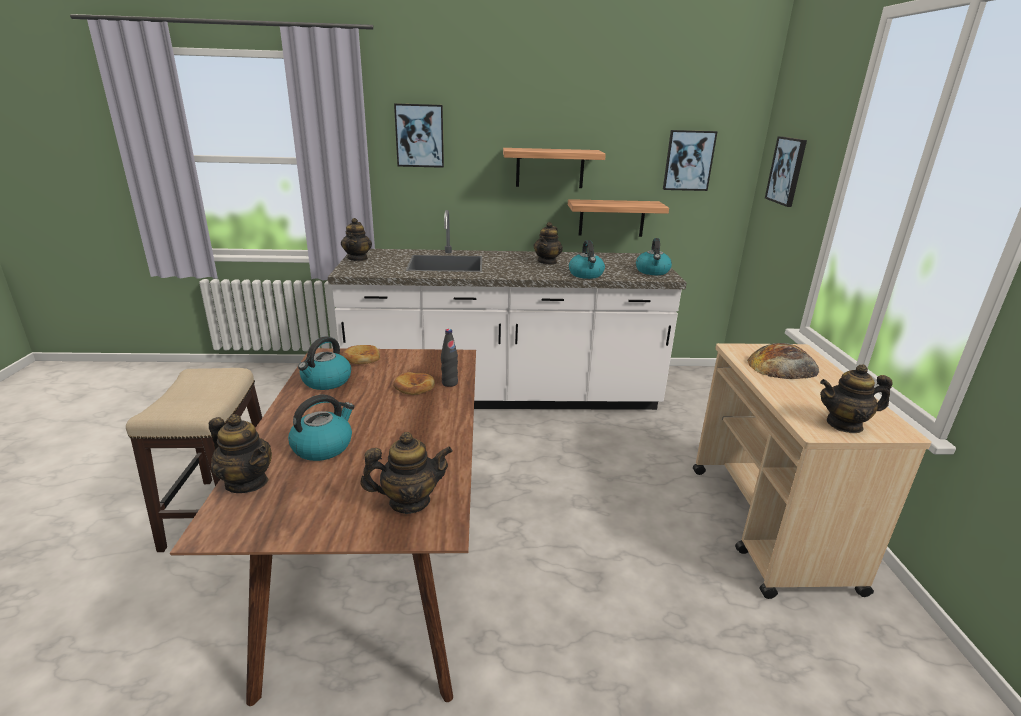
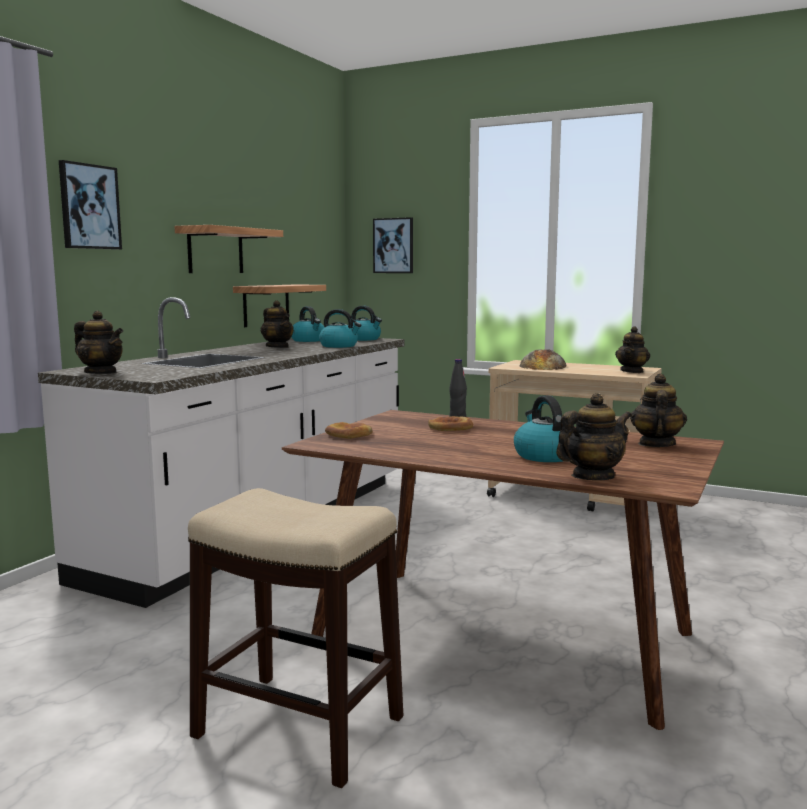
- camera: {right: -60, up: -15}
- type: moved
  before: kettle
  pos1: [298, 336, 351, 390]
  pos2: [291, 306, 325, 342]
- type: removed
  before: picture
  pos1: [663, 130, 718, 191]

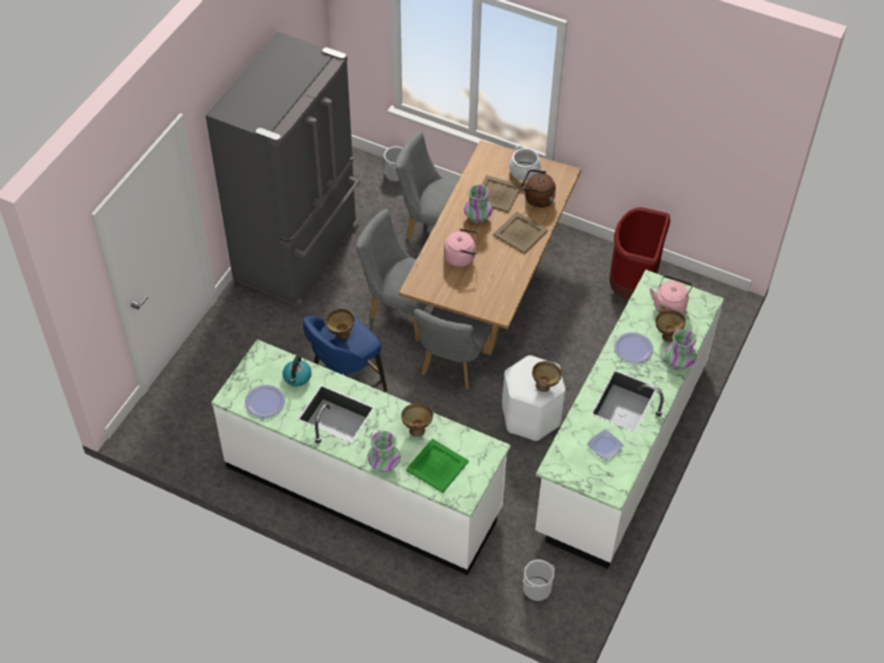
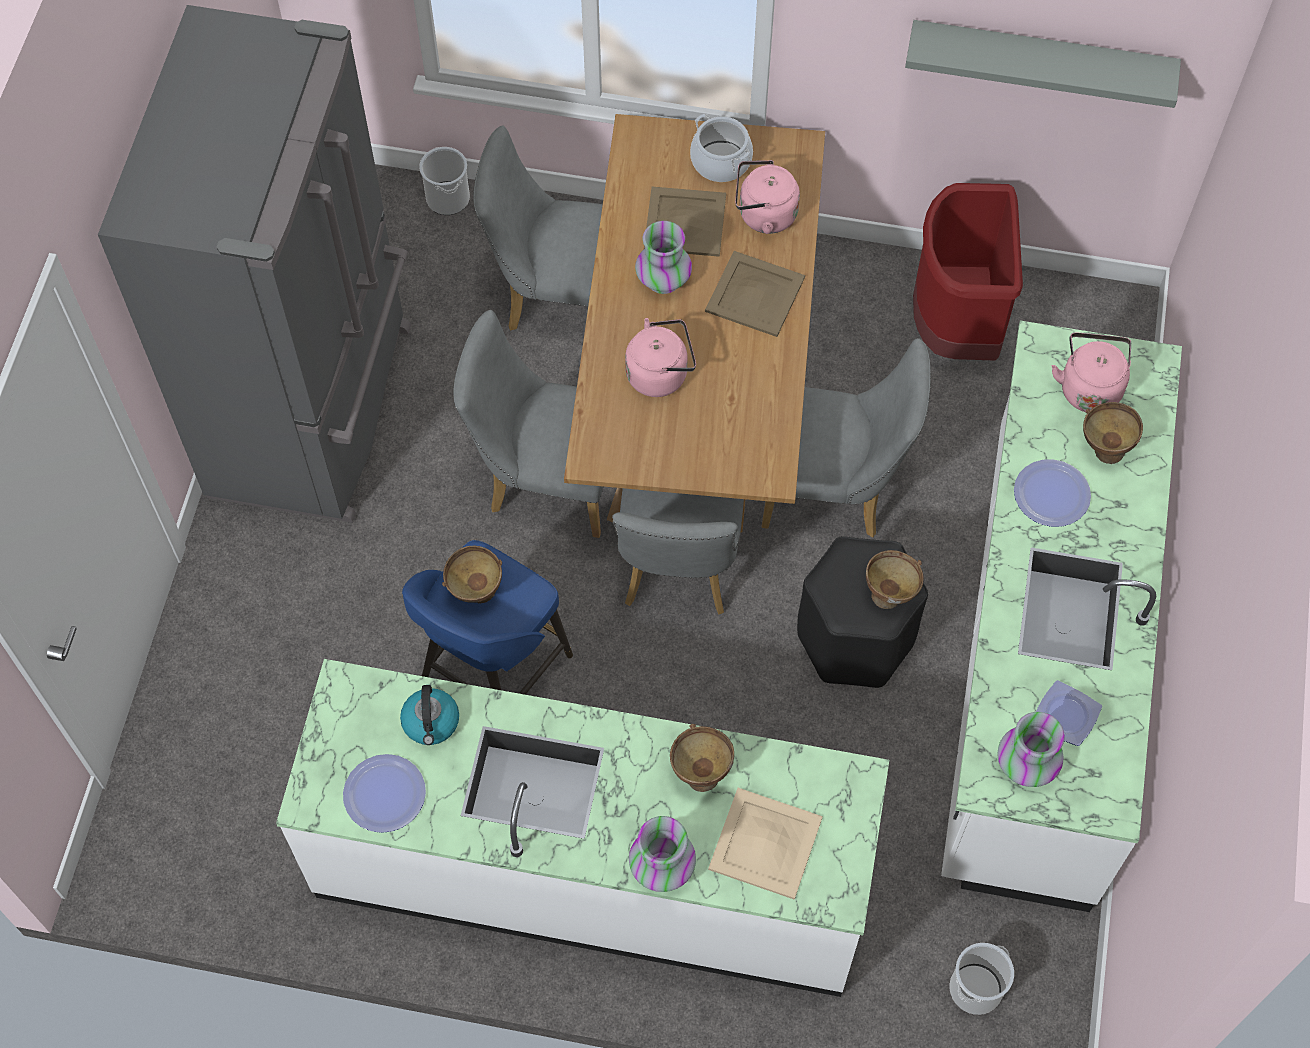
- camera: {right: -15, up: 10}
- type: recoloured
  before: green-coloured serving tray
  after: beige serving tray
  pos1: [406, 439, 469, 493]
  pos2: [708, 788, 823, 900]
- type: recoloured
  before: white-coloured stool seat
  after: black-coloured stool seat
  pos1: [502, 355, 565, 441]
  pos2: [797, 536, 928, 688]
- type: recoloured
  before: brown-coloured kettle
  after: pink kettle
  pos1: [521, 169, 556, 208]
  pos2: [735, 160, 800, 234]
- type: moved
  before: vase
  pos1: [665, 329, 696, 370]
  pos2: [997, 712, 1065, 787]
- type: added
  after: gray chair
  pos2: [761, 338, 931, 538]
- type: added
  after: gray shelf
  pos2: [905, 20, 1181, 108]

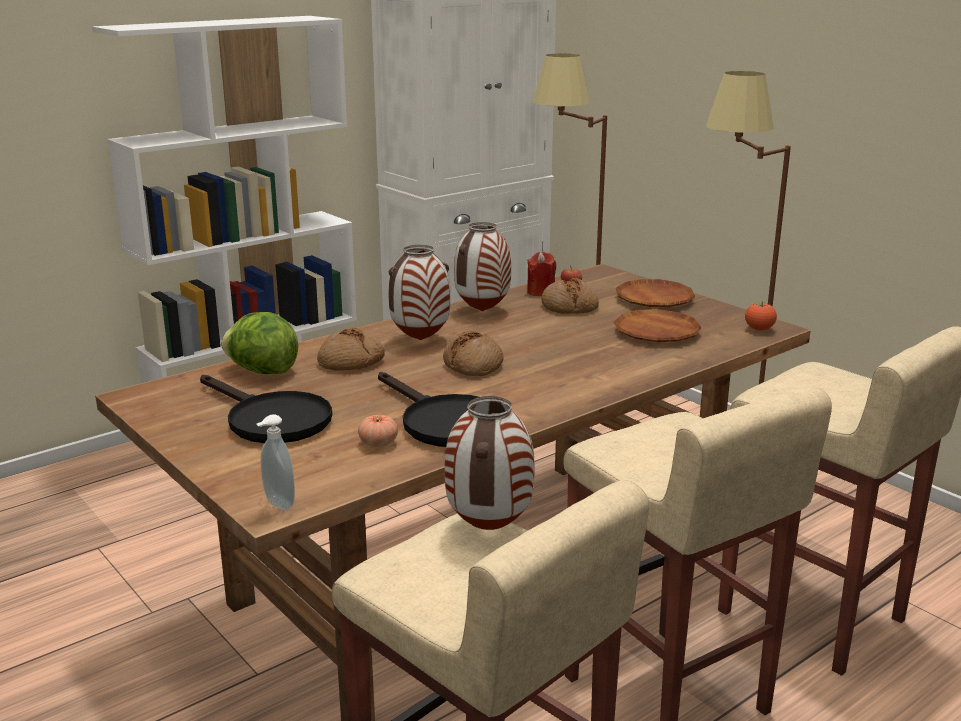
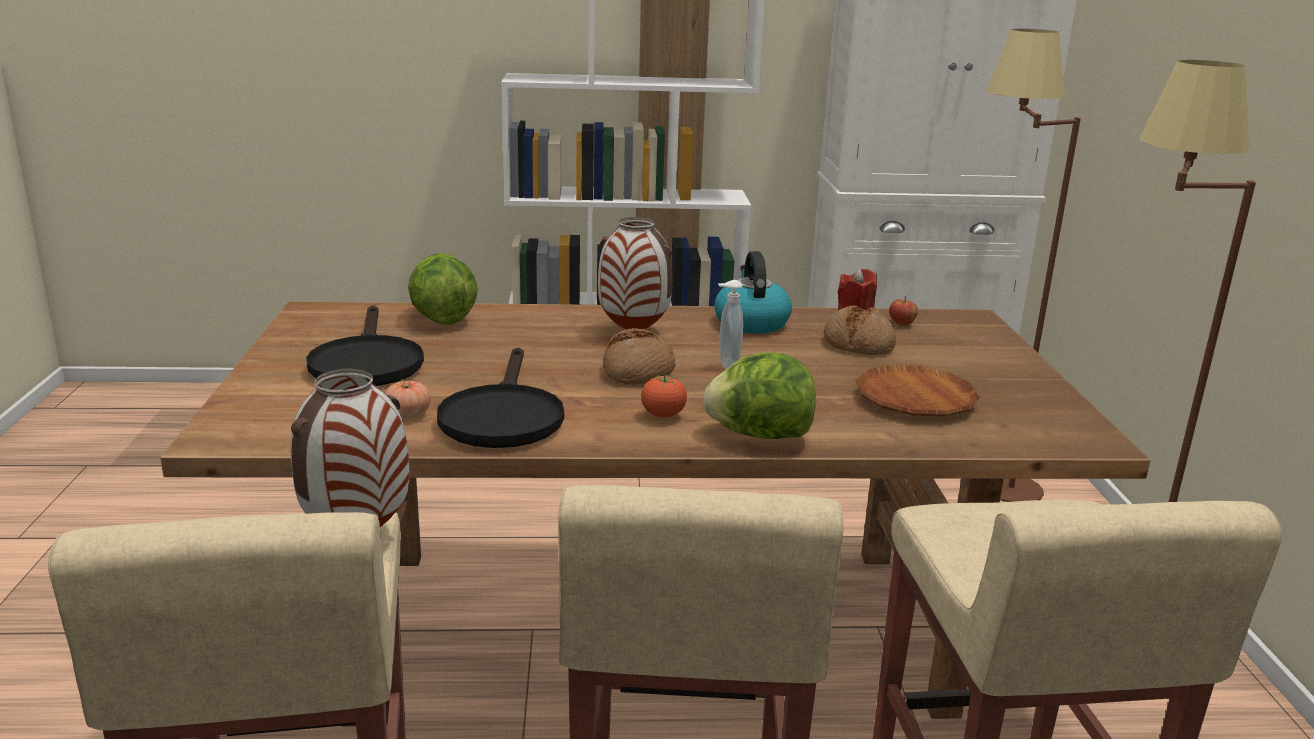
- camera: {right: 35, up: 0}
- type: moved
  before: soap dispenser
  pos1: [256, 414, 295, 510]
  pos2: [718, 280, 743, 369]
- type: removed
  before: bakery bread
  pos1: [317, 328, 385, 371]
- type: replaced
  before: vase
  after: kettle
  pos1: [454, 222, 511, 311]
  pos2: [715, 251, 792, 334]
- type: removed
  before: brown-coloured dinner plate
  pos1: [616, 279, 695, 307]
- type: moved
  before: tomato
  pos1: [745, 301, 777, 330]
  pos2: [641, 374, 687, 418]
- type: added
  after: lettuce
  pos2: [703, 352, 816, 439]

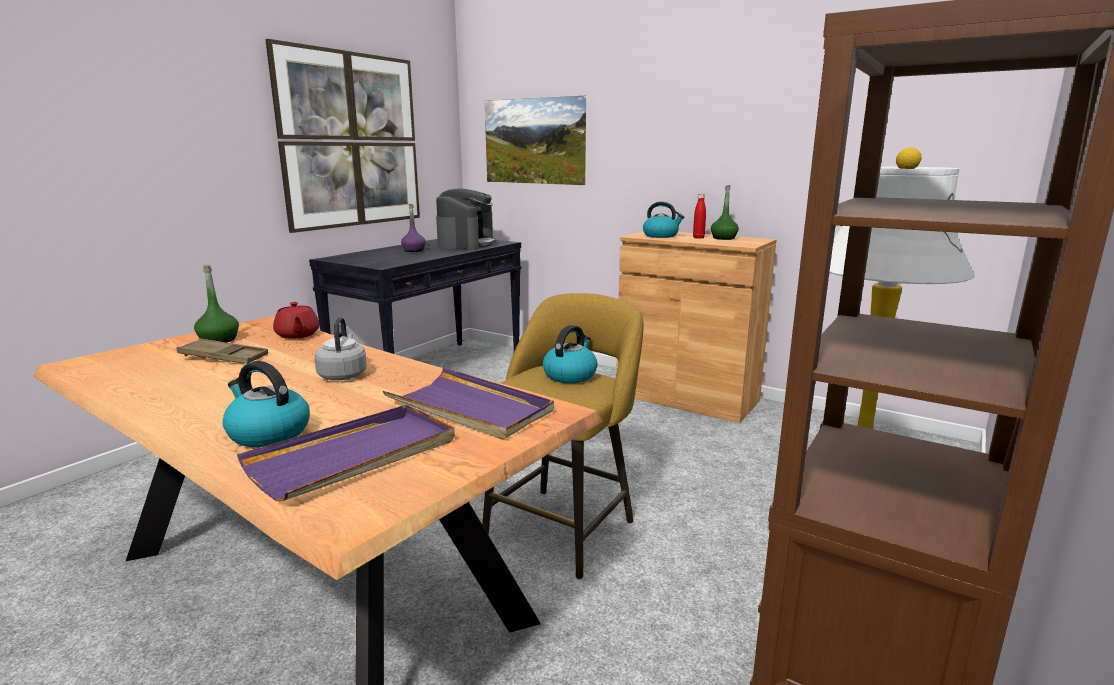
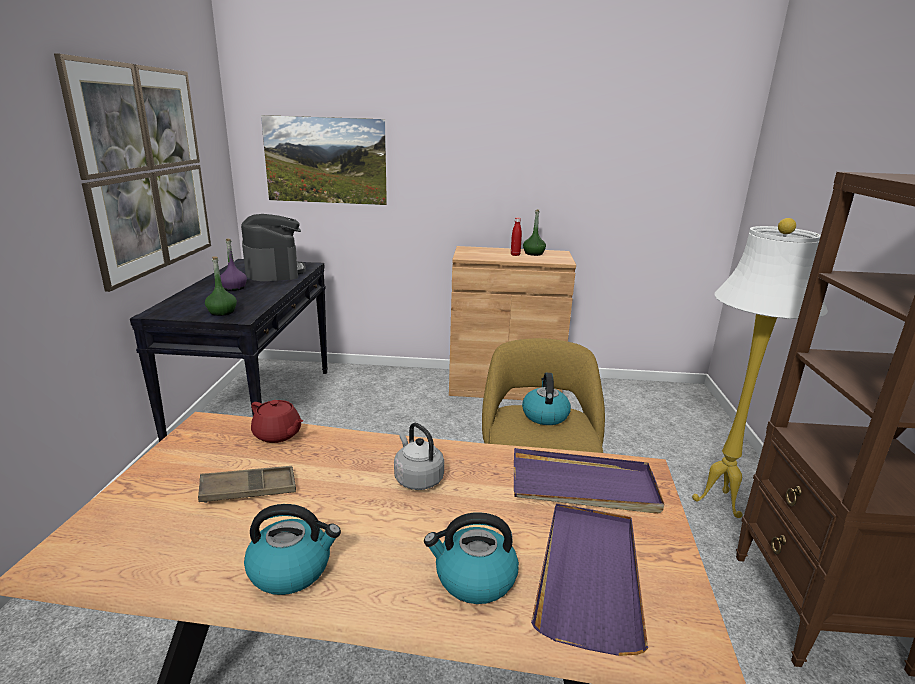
- camera: {right: -30, up: 5}
- type: moved
  before: green-coloured beverage bottle
  pos1: [194, 264, 239, 342]
  pos2: [205, 256, 237, 316]
- type: moved
  before: kettle
  pos1: [643, 201, 684, 238]
  pos2: [244, 504, 341, 595]

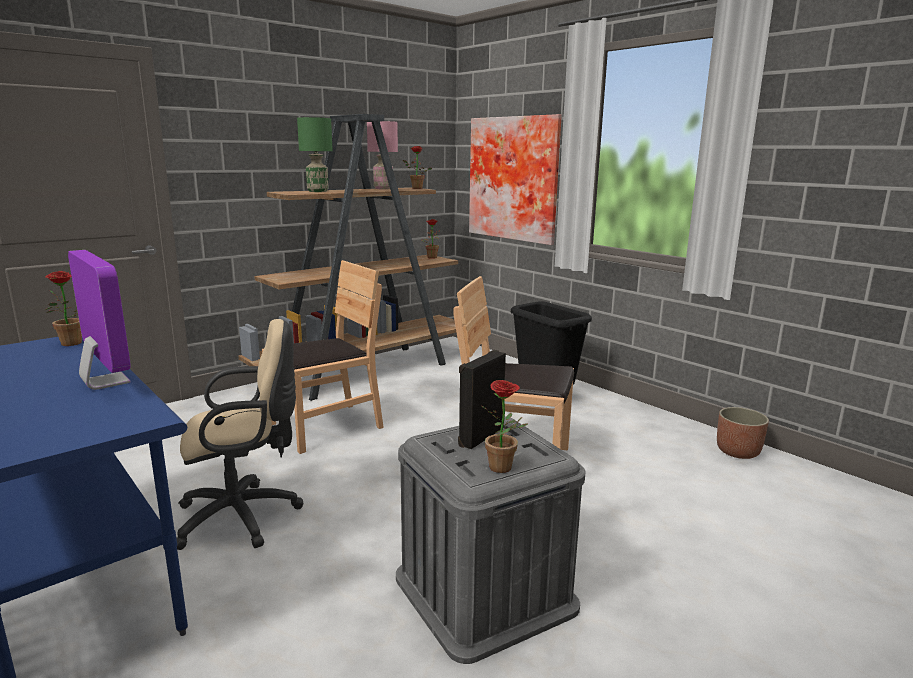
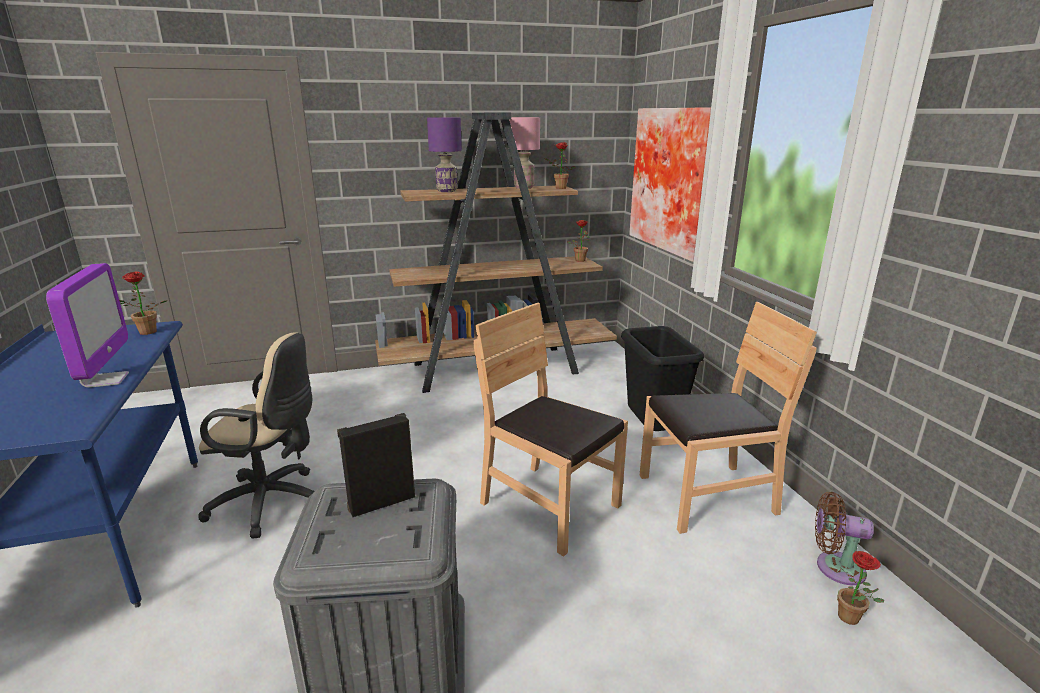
- camera: {right: 25, up: 5}
- type: moved
  before: brown-coloured chair
  pos1: [262, 260, 384, 454]
  pos2: [640, 302, 817, 534]
- type: recoloured
  before: green-coloured table lamp
  after: purple table lamp
  pos1: [297, 117, 333, 192]
  pos2: [427, 117, 462, 192]
- type: moved
  before: houseplant
  pos1: [481, 380, 528, 473]
  pos2: [837, 551, 884, 625]
- type: replaced
  before: planter
  after: brown-coloured fan
  pos1: [717, 407, 769, 459]
  pos2: [815, 492, 874, 585]

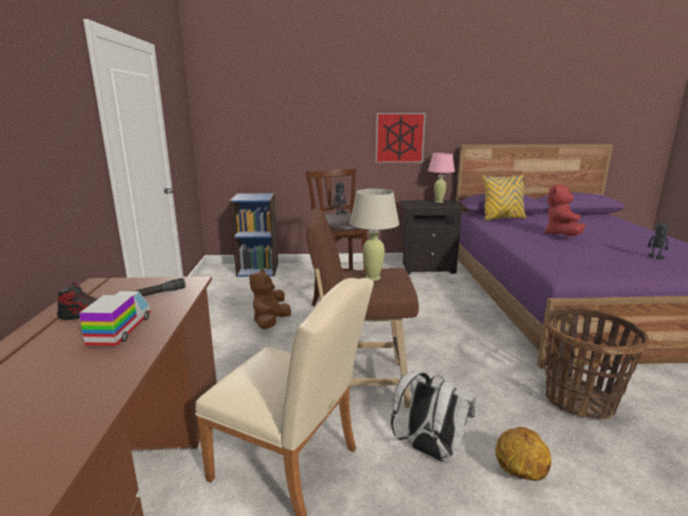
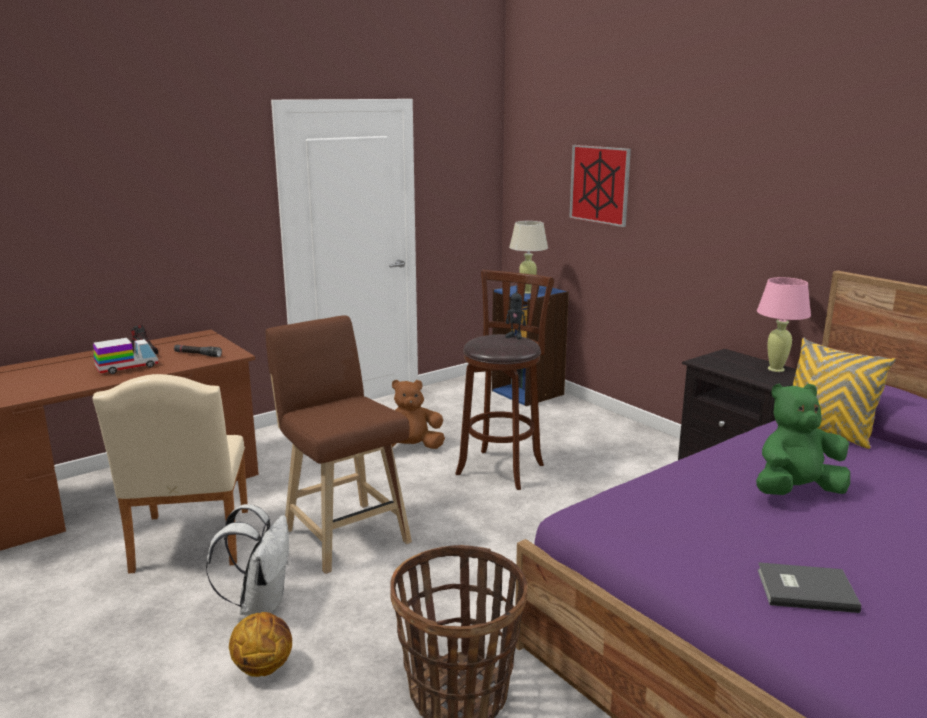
- camera: {right: 55, up: 0}
- type: moved
  before: beige table lamp
  pos1: [350, 189, 399, 281]
  pos2: [509, 221, 548, 294]
- type: moved
  before: picture
  pos1: [376, 113, 426, 163]
  pos2: [569, 145, 631, 227]
- type: recoloured
  before: reddish plush toy
  after: green-coloured plush toy
  pos1: [545, 183, 585, 236]
  pos2: [756, 384, 850, 495]
- type: replaced
  before: toy robot
  after: gray volume
  pos1: [647, 217, 669, 259]
  pos2: [758, 562, 861, 613]

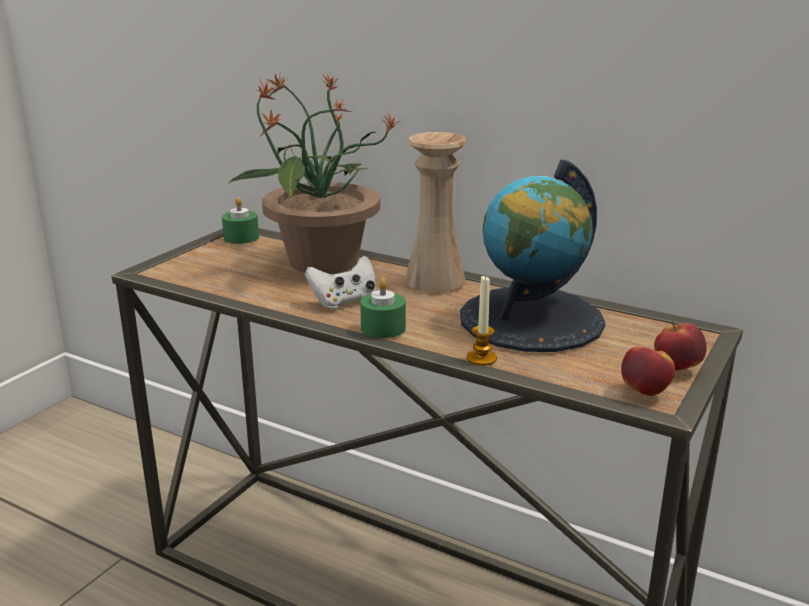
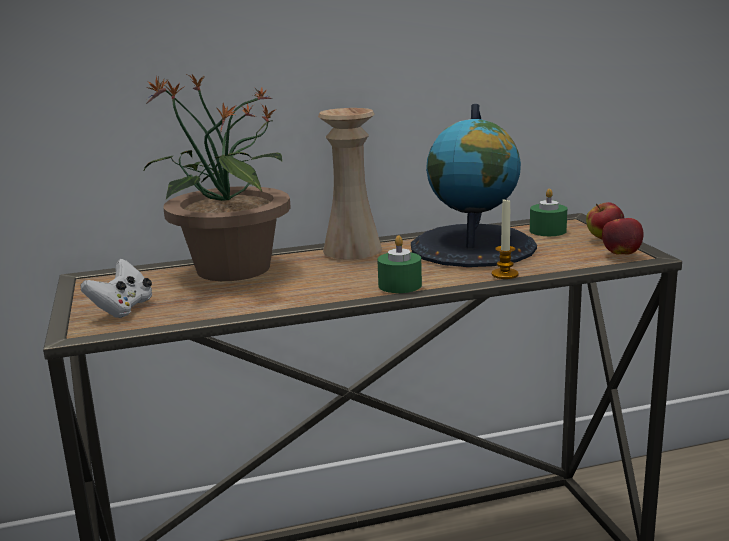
- camera: {right: -45, up: -5}
- type: moved
  before: green-coloured candle
  pos1: [222, 197, 259, 244]
  pos2: [530, 189, 567, 236]
- type: moved
  before: white-coloured game controller
  pos1: [305, 256, 376, 309]
  pos2: [80, 259, 152, 318]

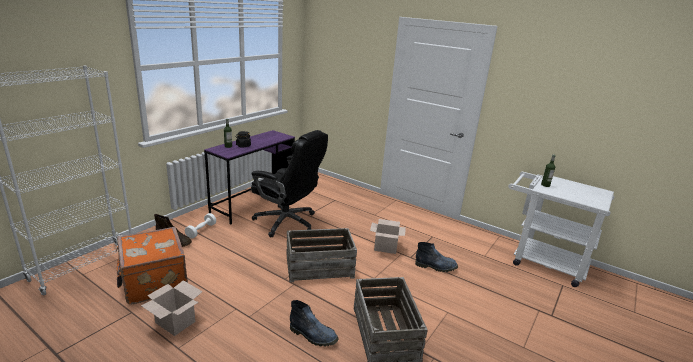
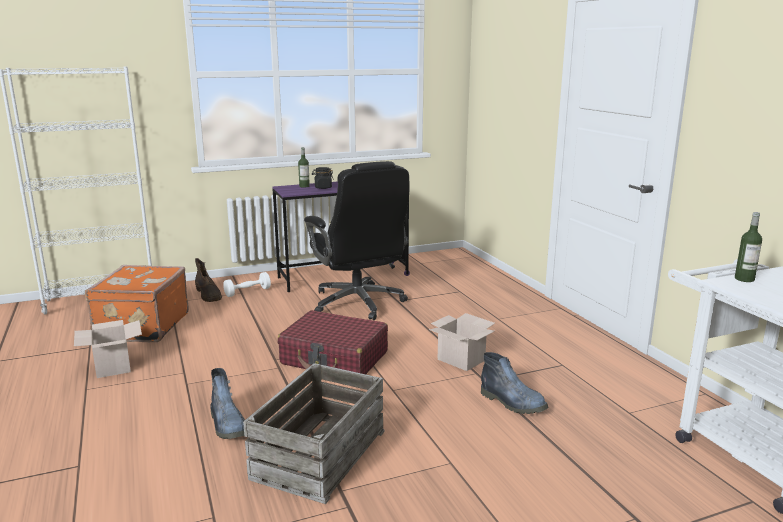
- camera: {right: 35, up: -5}
- type: replaced
  before: packing crate
  after: reddish travel case
  pos1: [287, 228, 357, 283]
  pos2: [277, 310, 388, 374]

